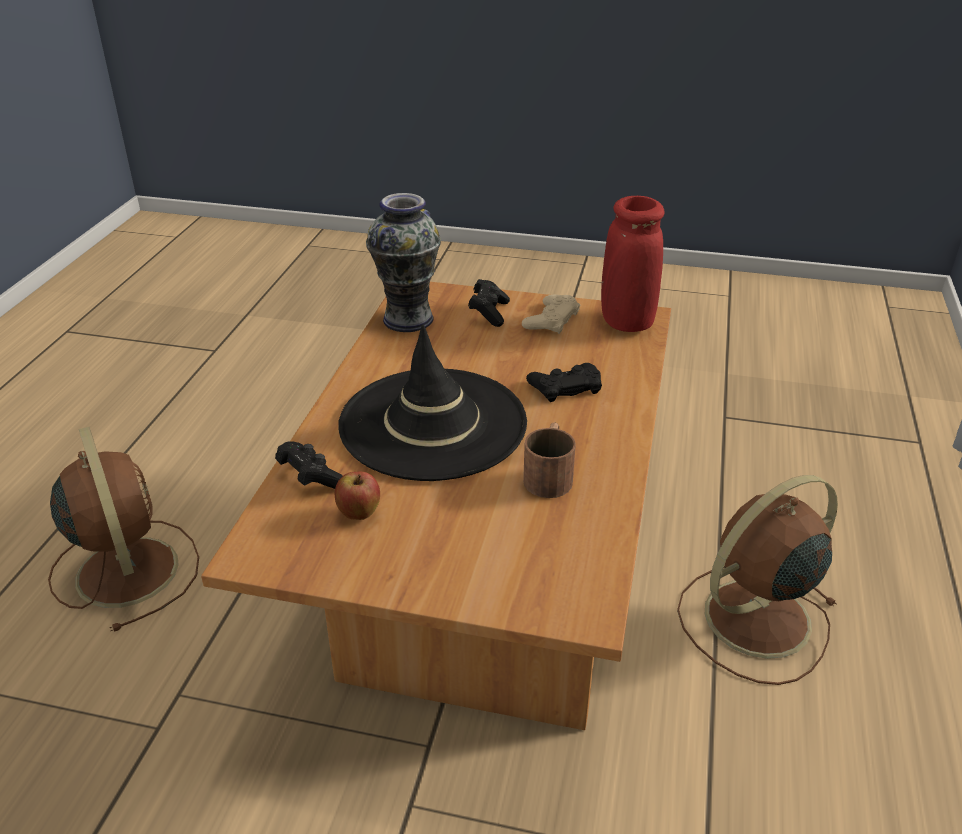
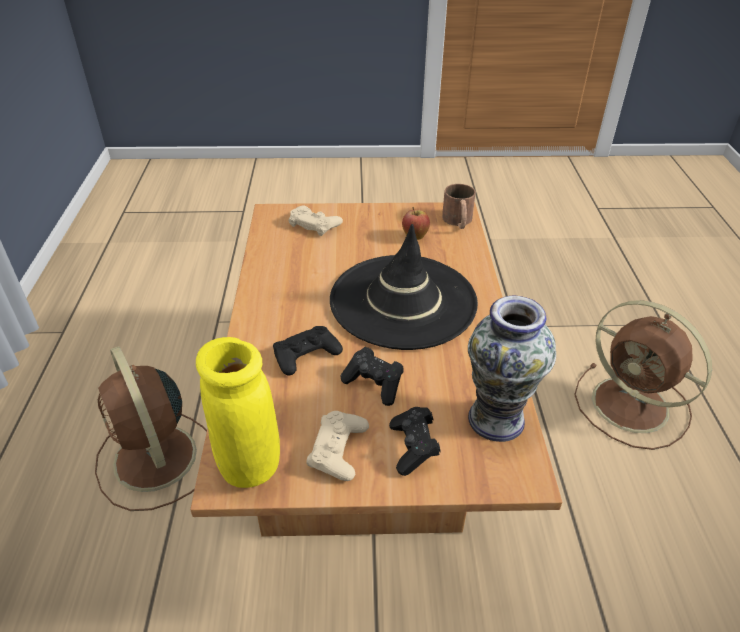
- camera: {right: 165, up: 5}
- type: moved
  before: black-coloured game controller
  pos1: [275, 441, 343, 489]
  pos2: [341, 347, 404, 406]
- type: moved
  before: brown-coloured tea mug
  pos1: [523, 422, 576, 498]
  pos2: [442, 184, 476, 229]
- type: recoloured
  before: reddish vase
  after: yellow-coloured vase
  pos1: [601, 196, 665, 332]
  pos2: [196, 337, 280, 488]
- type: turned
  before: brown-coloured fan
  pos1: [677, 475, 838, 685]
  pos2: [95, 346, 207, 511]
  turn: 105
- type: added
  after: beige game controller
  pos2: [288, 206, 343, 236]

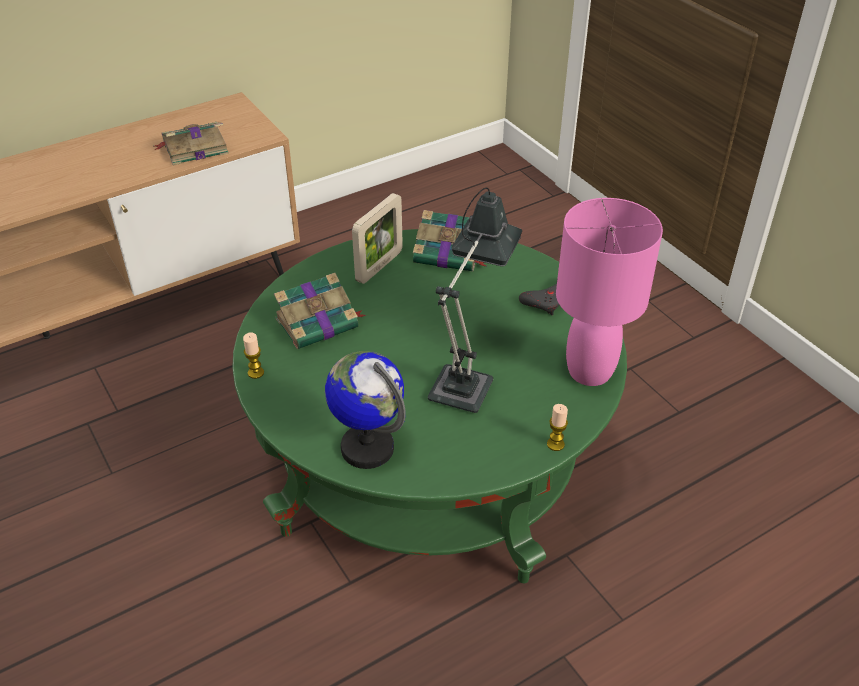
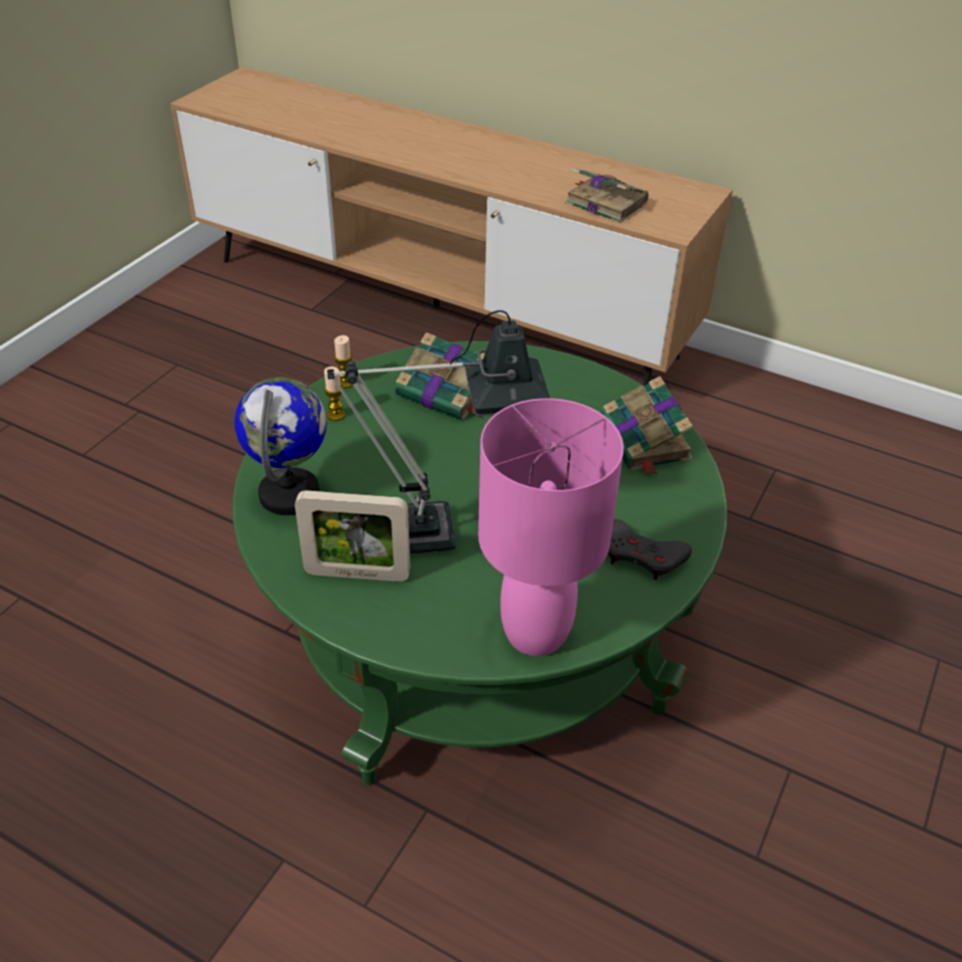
- camera: {right: 60, up: 0}
- type: moved
  before: picture frame
  pos1: [352, 193, 403, 284]
  pos2: [295, 491, 410, 582]
- type: moved
  before: candle
  pos1: [547, 404, 568, 451]
  pos2: [324, 366, 345, 421]

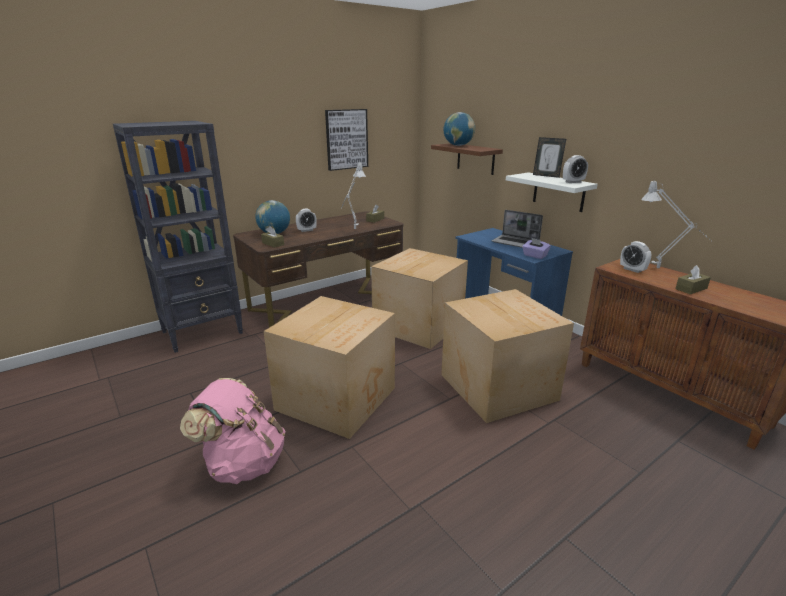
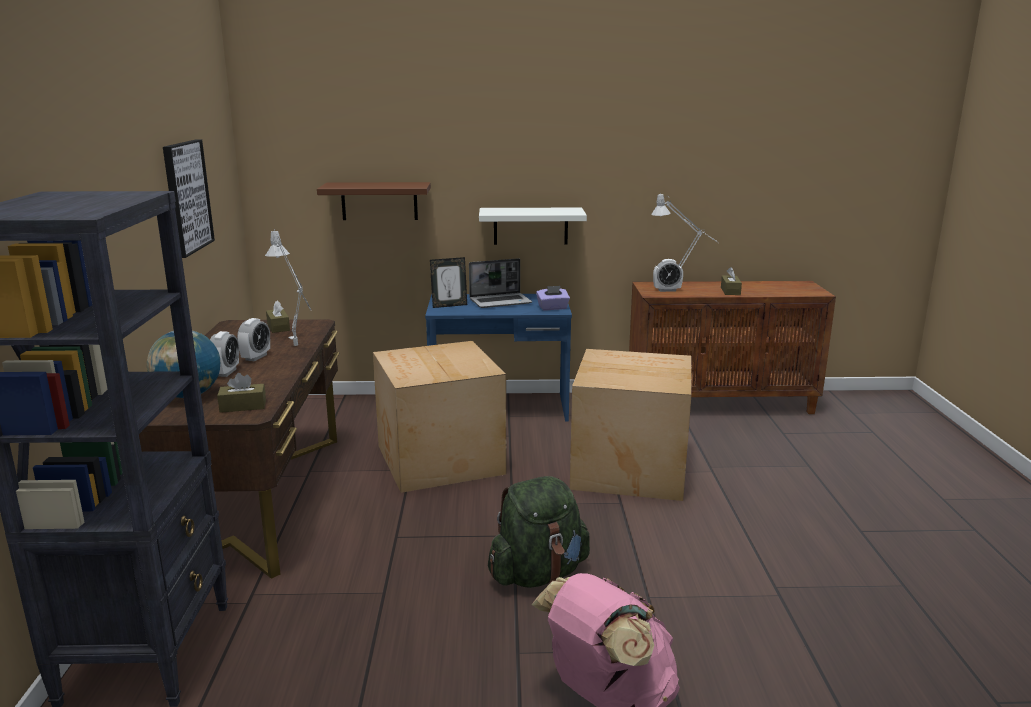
- camera: {right: -55, up: -5}
- type: replaced
  before: carton
  after: green-coloured knapsack
  pos1: [264, 296, 395, 439]
  pos2: [488, 476, 590, 588]
- type: removed
  before: globe
  pos1: [444, 112, 475, 146]
- type: moved
  before: picture frame
  pos1: [533, 137, 566, 178]
  pos2: [430, 257, 467, 308]
- type: moved
  before: bedside clock
  pos1: [563, 155, 588, 183]
  pos2: [237, 318, 270, 361]

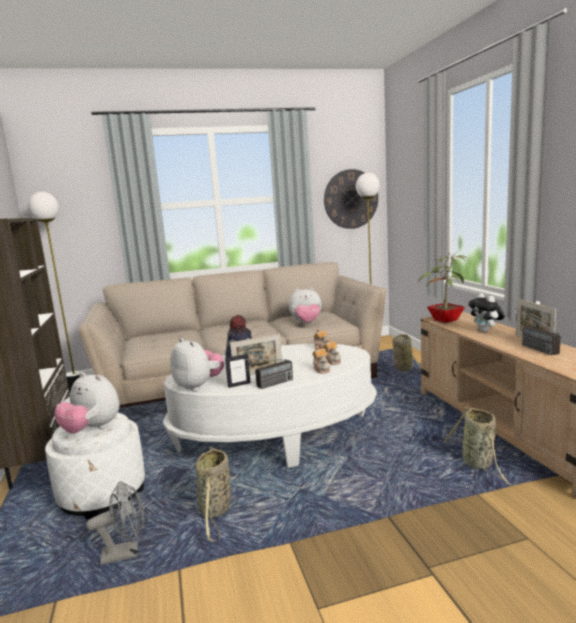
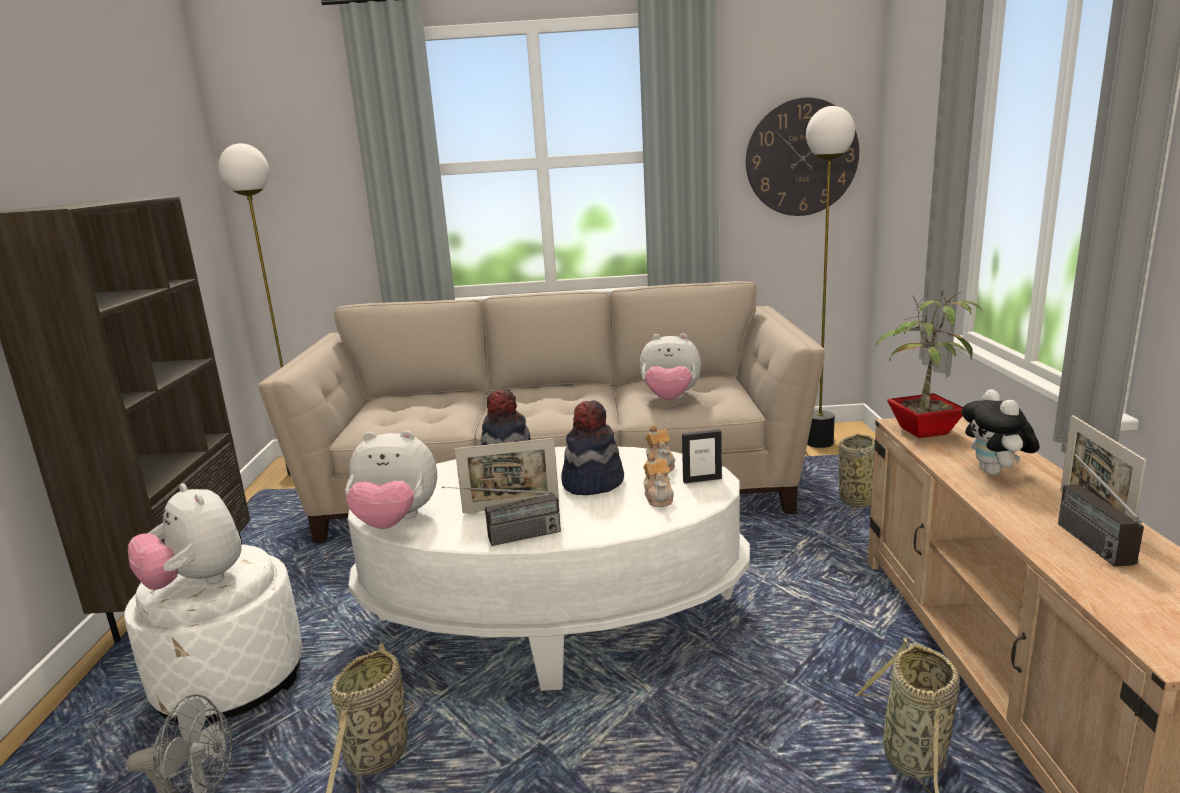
- camera: {right: 15, up: 5}
- type: turned
  before: plush toy
  pos1: [170, 338, 224, 392]
  pos2: [345, 430, 437, 529]
  turn: 120
- type: moved
  before: picture frame
  pos1: [225, 354, 251, 388]
  pos2: [682, 429, 722, 483]
- type: removed
  before: tea pot
  pos1: [312, 346, 330, 374]
- type: added
  after: hat
  pos2: [561, 400, 624, 495]

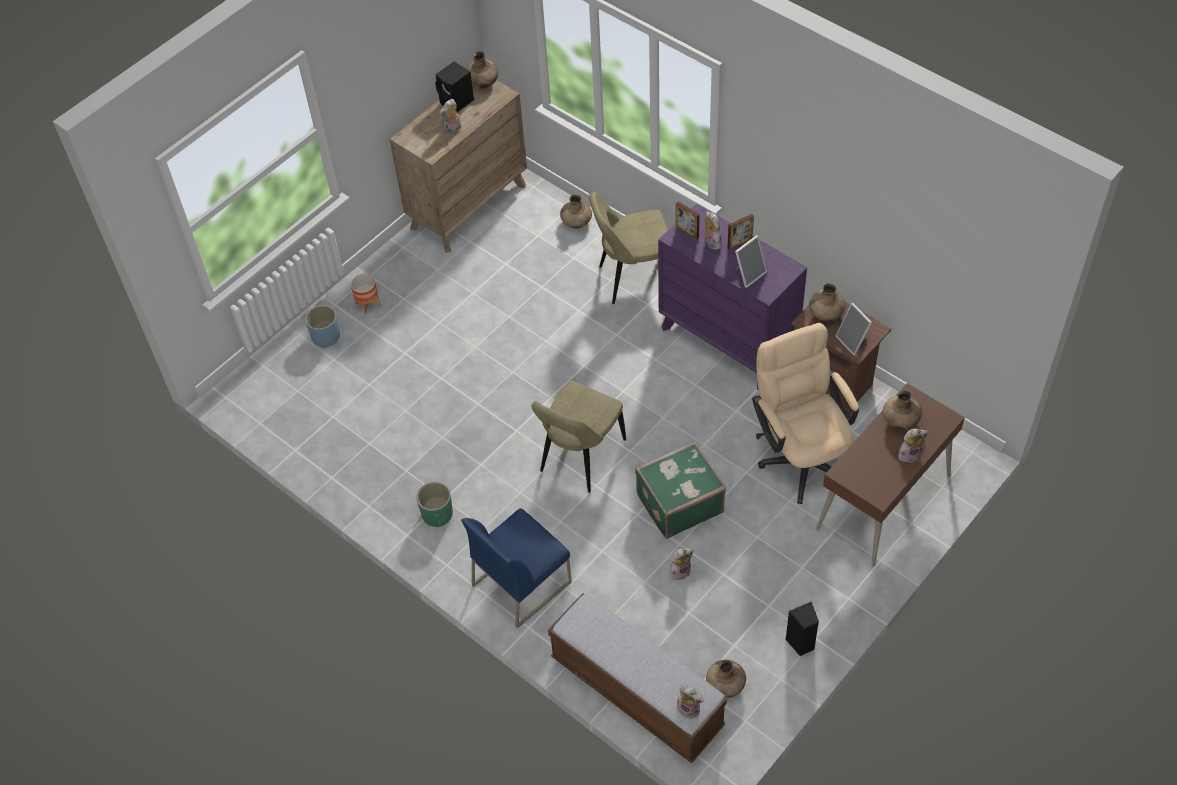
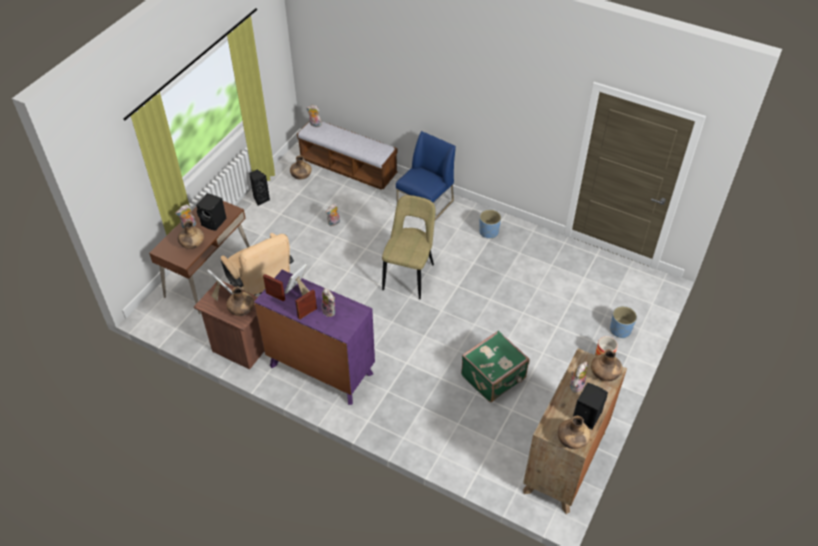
- camera: {right: 165, up: -5}
- type: recoloured
  before: green-coloured planter
  after: blue planter
  pos1: [416, 482, 453, 527]
  pos2: [479, 210, 501, 239]
- type: moved
  before: brown-coloured vase
  pos1: [560, 195, 592, 229]
  pos2: [591, 349, 622, 382]
- type: removed
  before: beige chair
  pos1: [589, 192, 668, 304]
- type: moved
  before: green-coloured travel case
  pos1: [635, 441, 726, 539]
  pos2: [461, 330, 530, 403]
- type: moved
  before: picture frame
  pos1: [676, 201, 700, 240]
  pos2: [263, 274, 285, 302]
- type: added
  after: black-coloured speaker
  pos2: [196, 193, 227, 231]

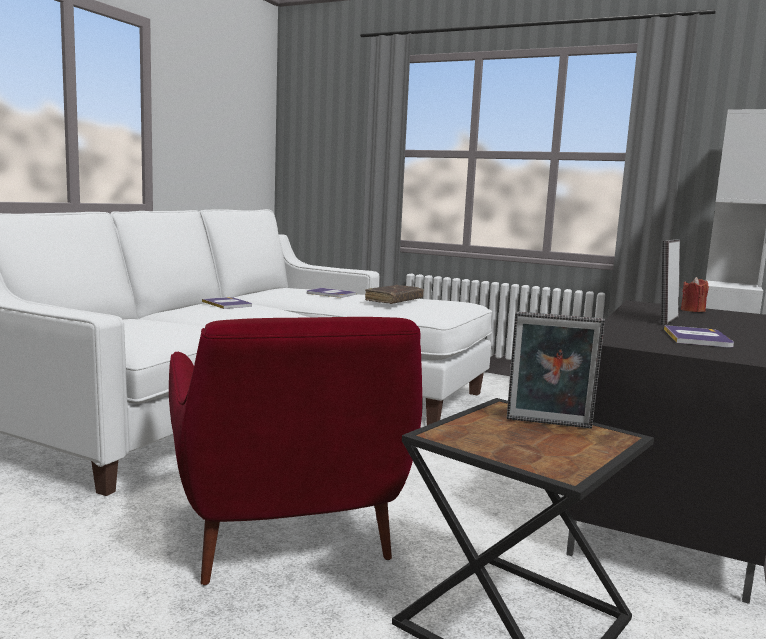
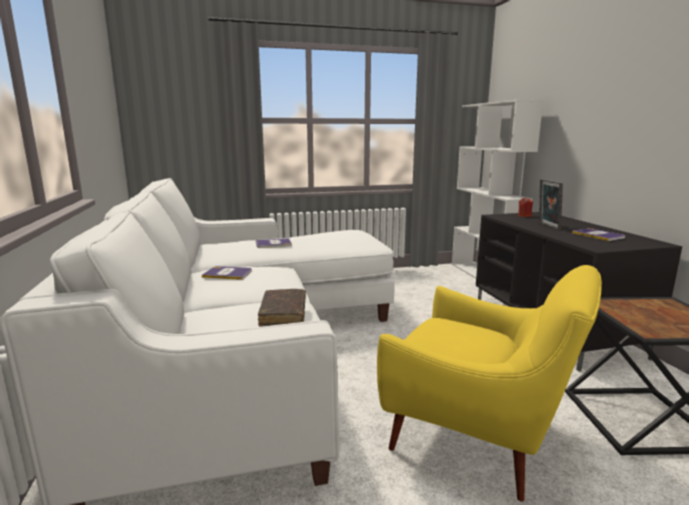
- camera: {right: -40, up: 5}
- type: recoloured
  before: reddish easy chair
  after: yellow-coloured easy chair
  pos1: [169, 317, 422, 586]
  pos2: [377, 265, 602, 501]
- type: moved
  before: brown-coloured volume
  pos1: [365, 285, 424, 304]
  pos2: [258, 289, 306, 327]
- type: removed
  before: picture frame
  pos1: [507, 312, 605, 429]

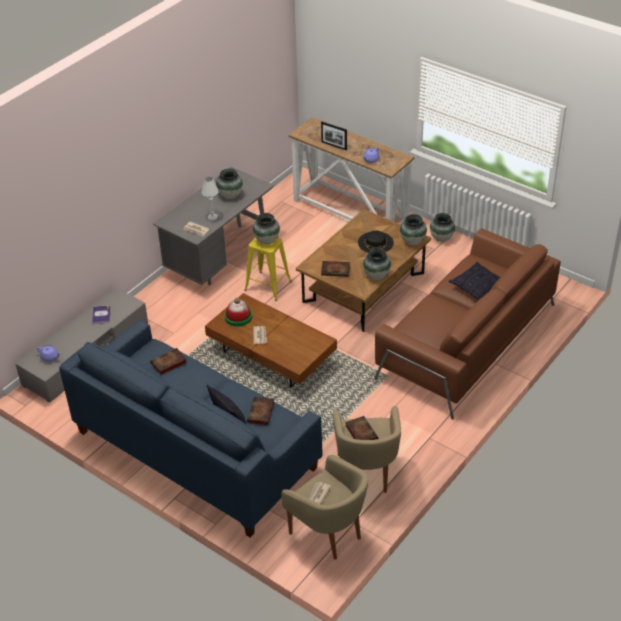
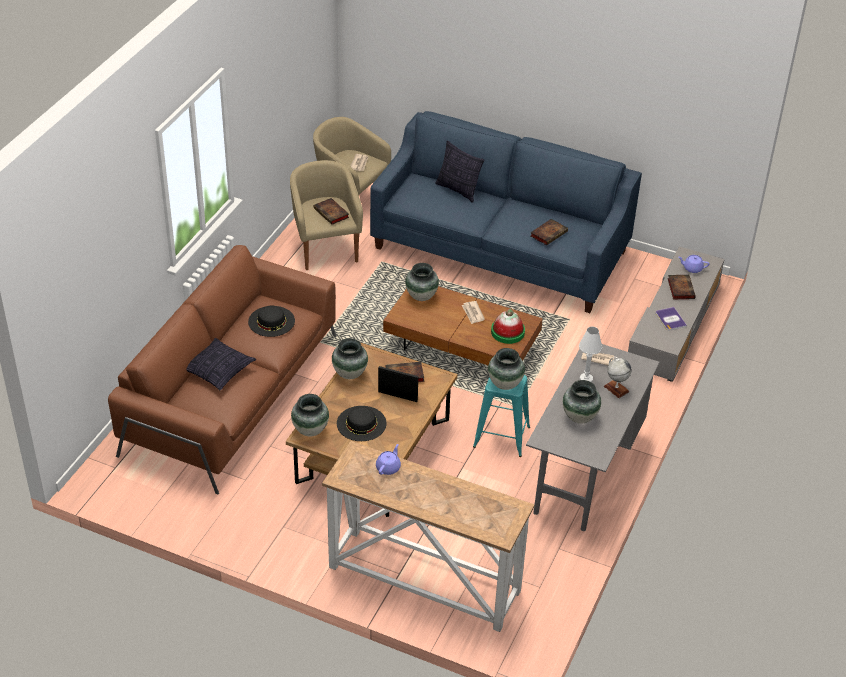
- camera: {right: 165, up: 0}
- type: recoloured
  before: yellow-coloured stool seat
  after: blue-green stool seat
  pos1: [245, 238, 292, 301]
  pos2: [473, 375, 530, 457]
- type: moved
  before: volume
  pos1: [247, 396, 274, 425]
  pos2: [668, 275, 696, 299]
- type: moved
  before: picture frame
  pos1: [321, 122, 347, 150]
  pos2: [378, 366, 418, 402]
- type: moved
  before: vase
  pos1: [430, 213, 455, 242]
  pos2: [405, 263, 439, 301]
- type: added
  after: black-coloured hat
  pos2: [248, 305, 295, 337]
- type: added
  after: globe
  pos2: [604, 357, 632, 398]

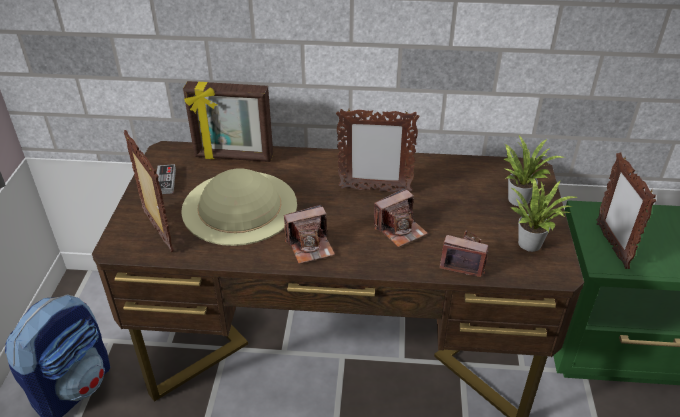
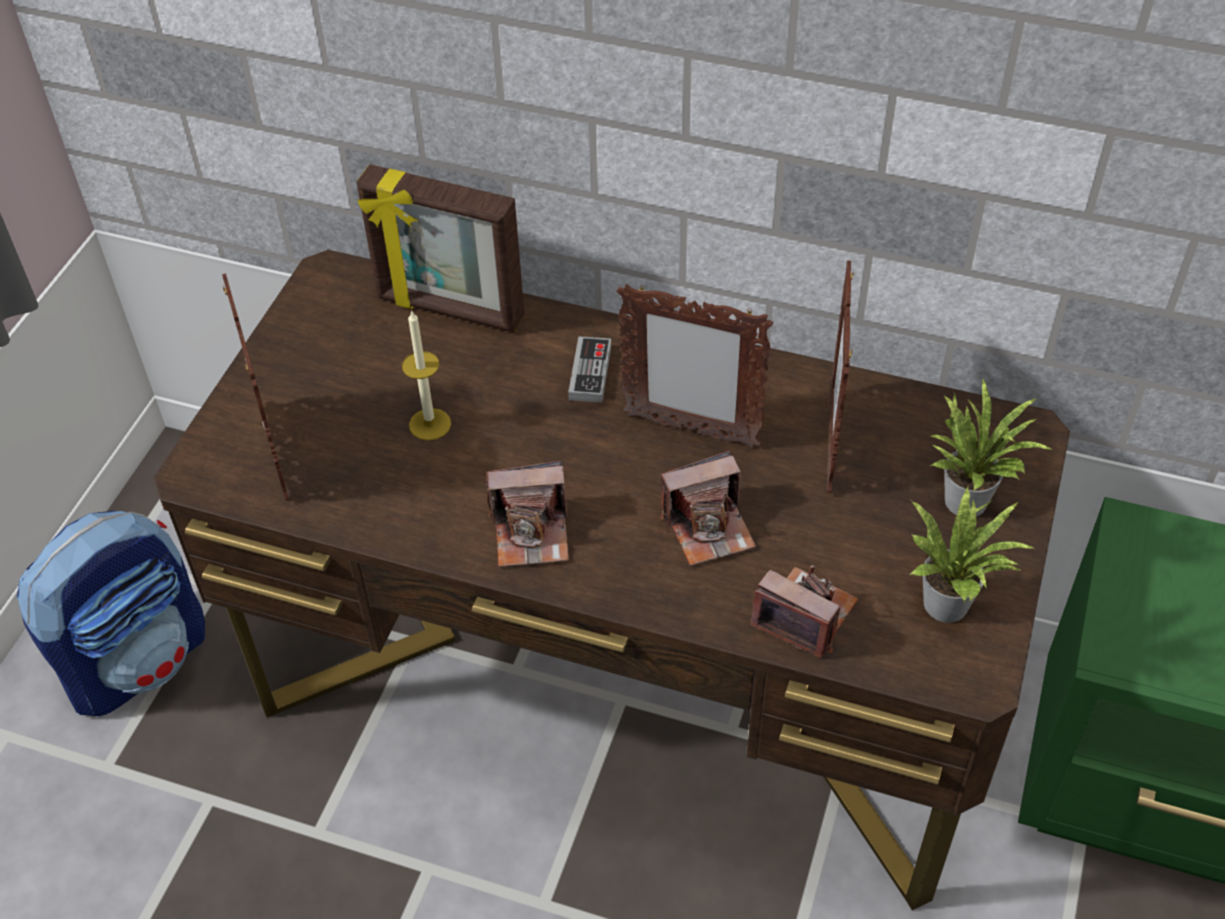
- camera: {right: 15, up: 10}
- type: moved
  before: game controller
  pos1: [157, 164, 176, 194]
  pos2: [568, 336, 611, 403]
- type: replaced
  before: beige hat
  after: candle
  pos1: [181, 168, 297, 246]
  pos2: [402, 310, 451, 440]
- type: moved
  before: picture frame
  pos1: [596, 153, 656, 269]
  pos2: [827, 261, 854, 493]

